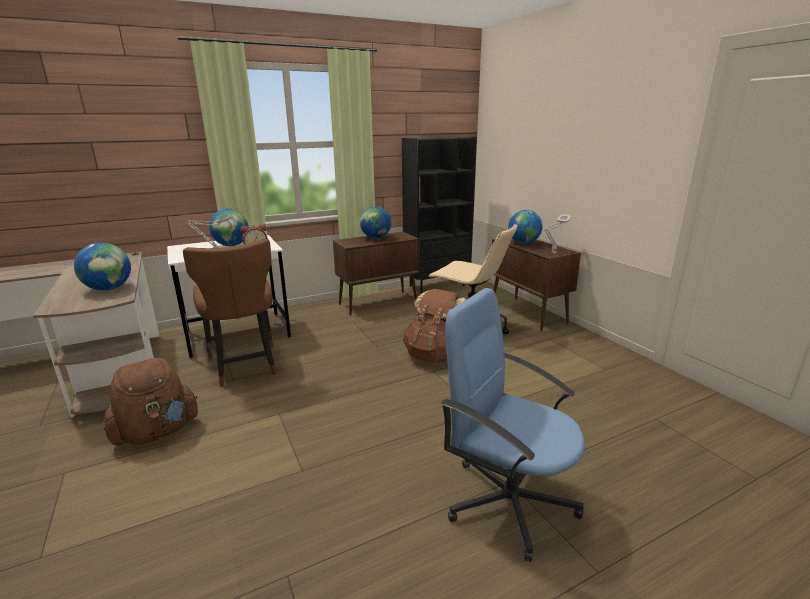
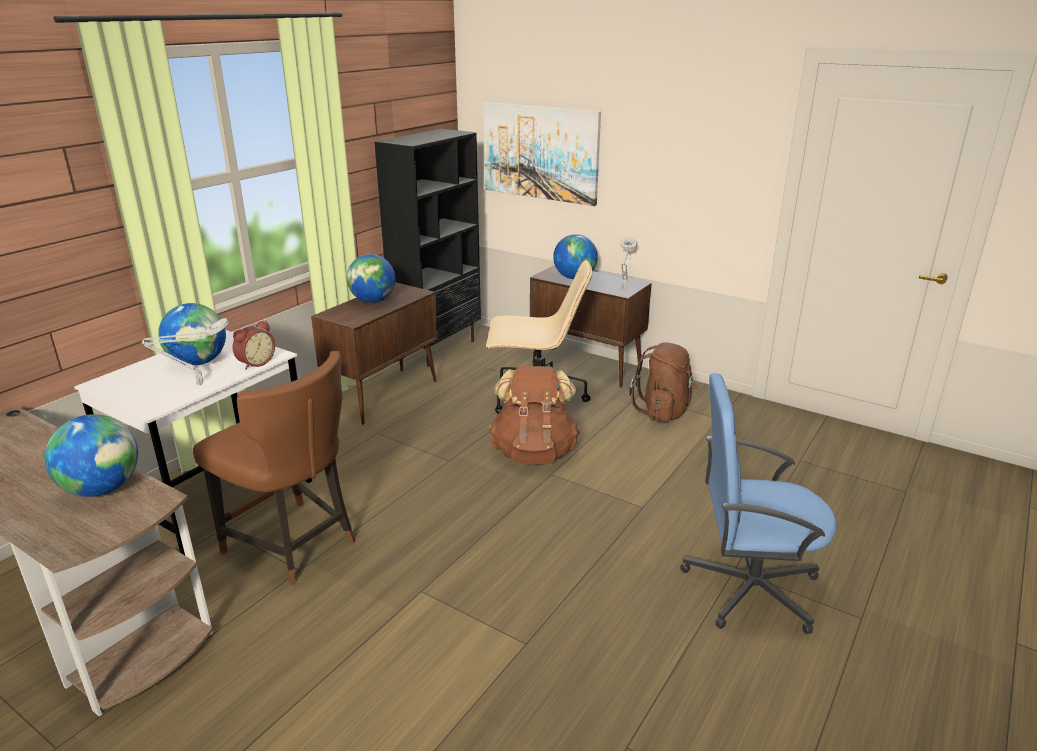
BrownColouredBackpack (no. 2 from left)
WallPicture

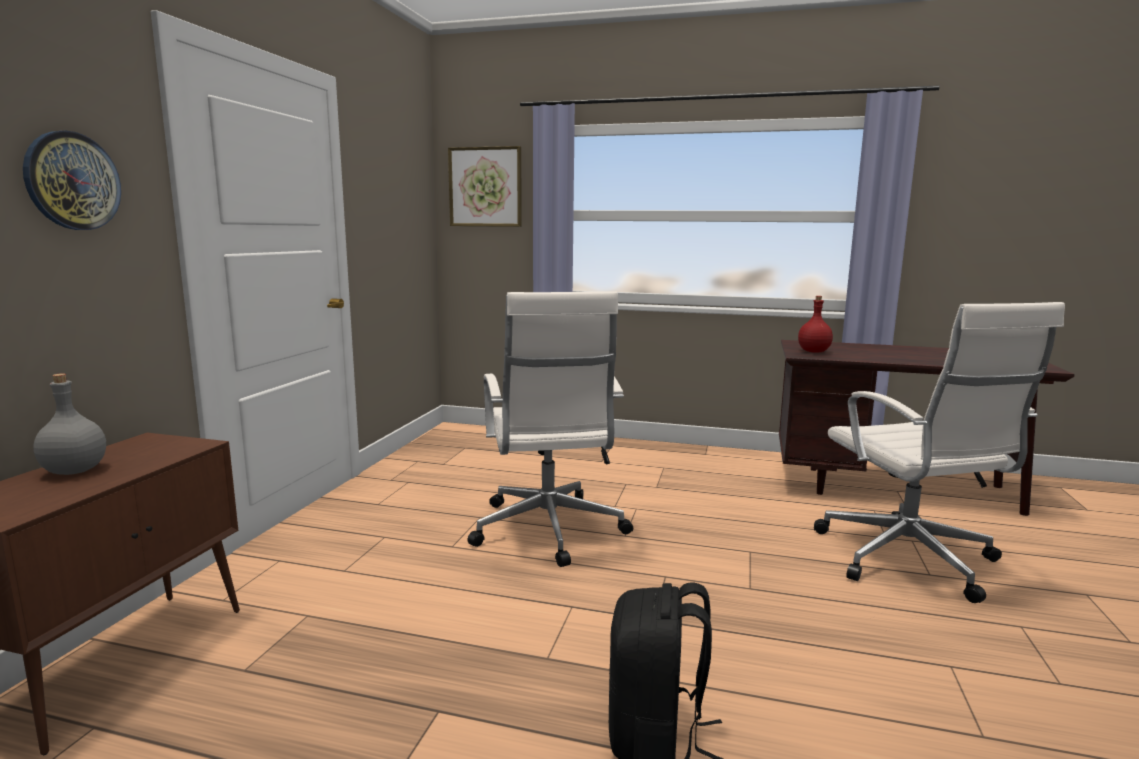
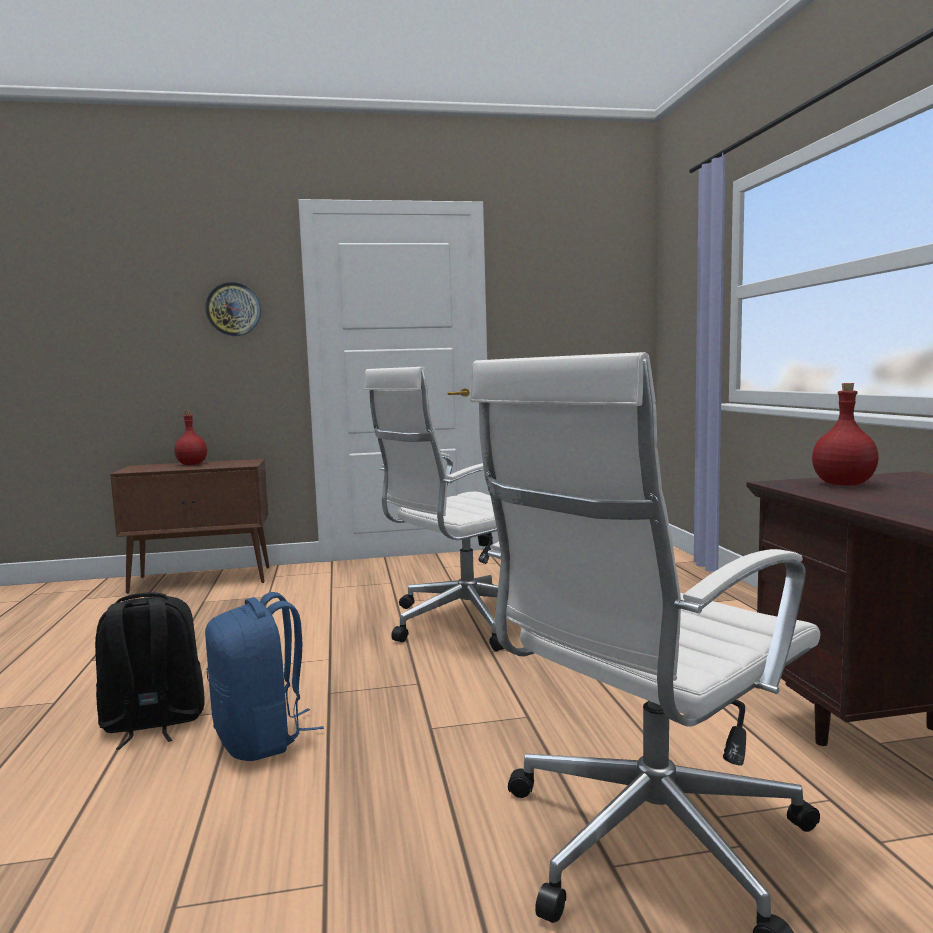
RedColouredBeverageBottle (no. 1 from left)
WallPicture
BlueColouredBackpack

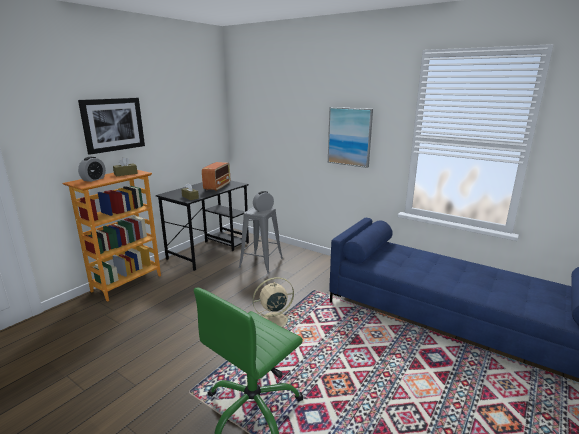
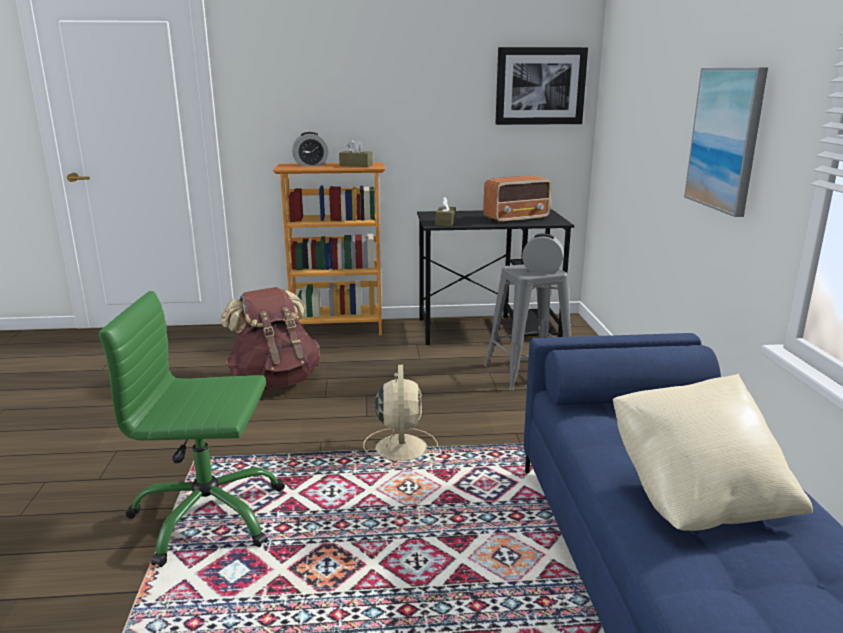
WallPicture (no. 1 from left)
BeigeColouredFan
BrownColouredBackpack
BeigeColouredThrowPillow

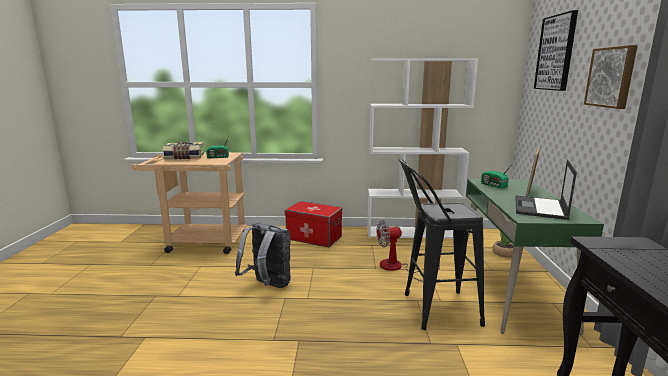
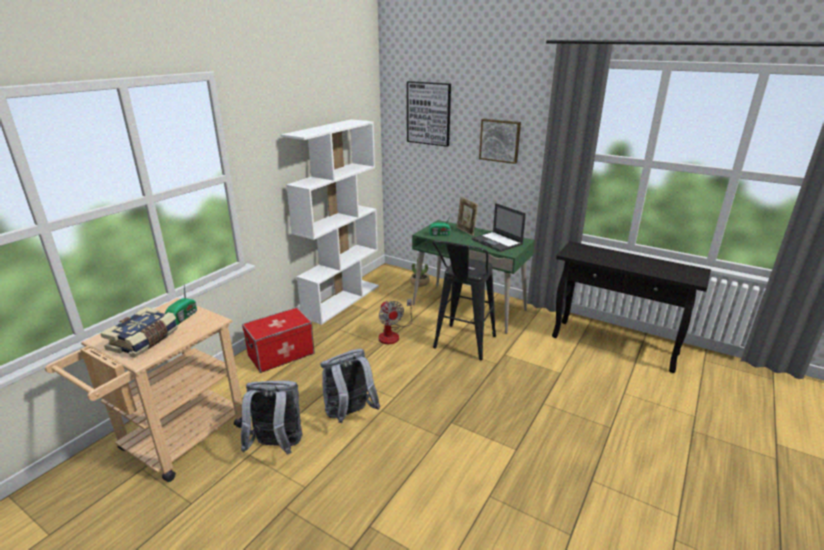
Fan
GreyishBackpack (no. 1 from left)

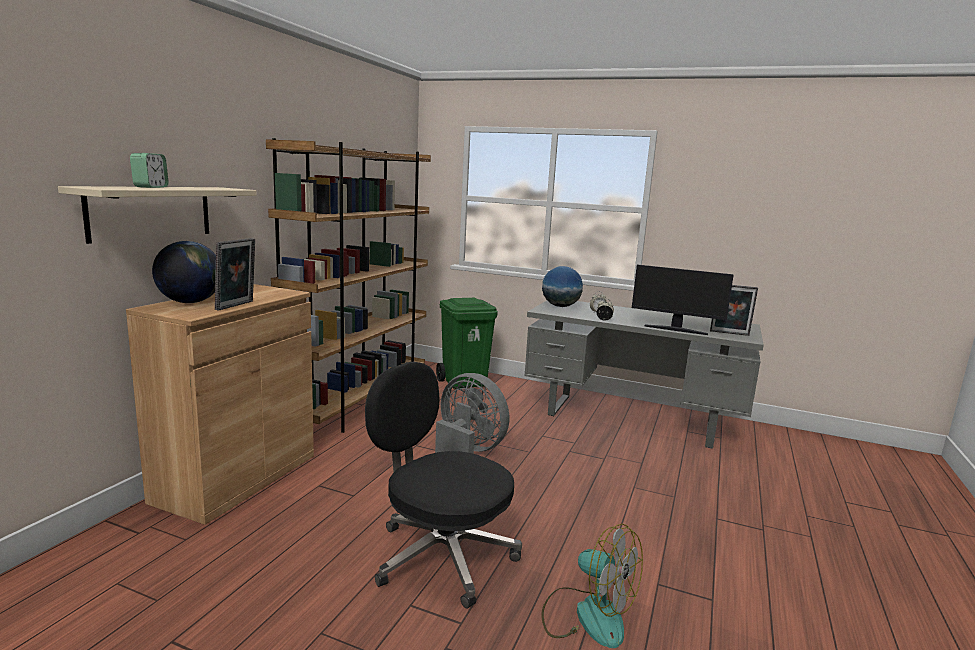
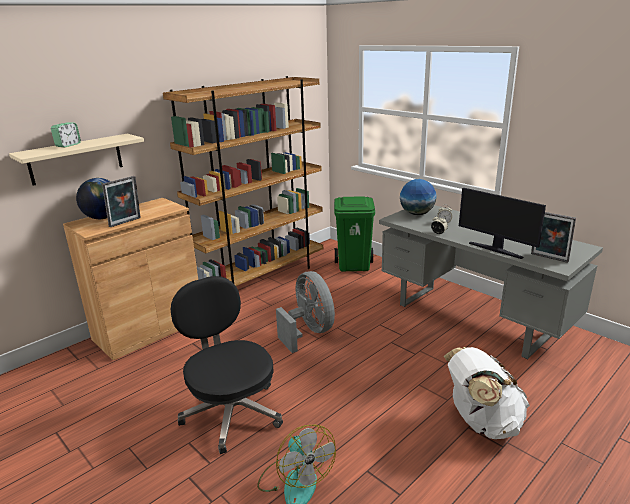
WhiteBackpack

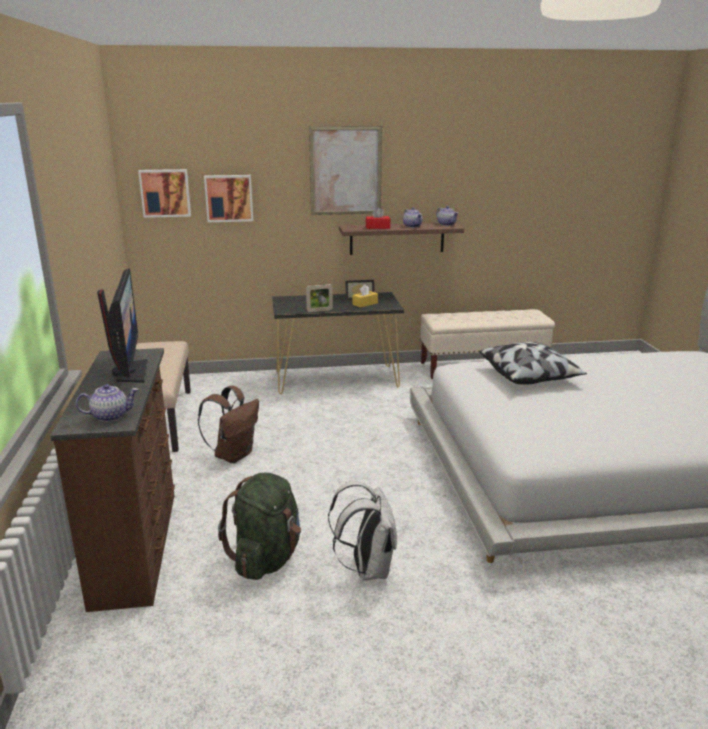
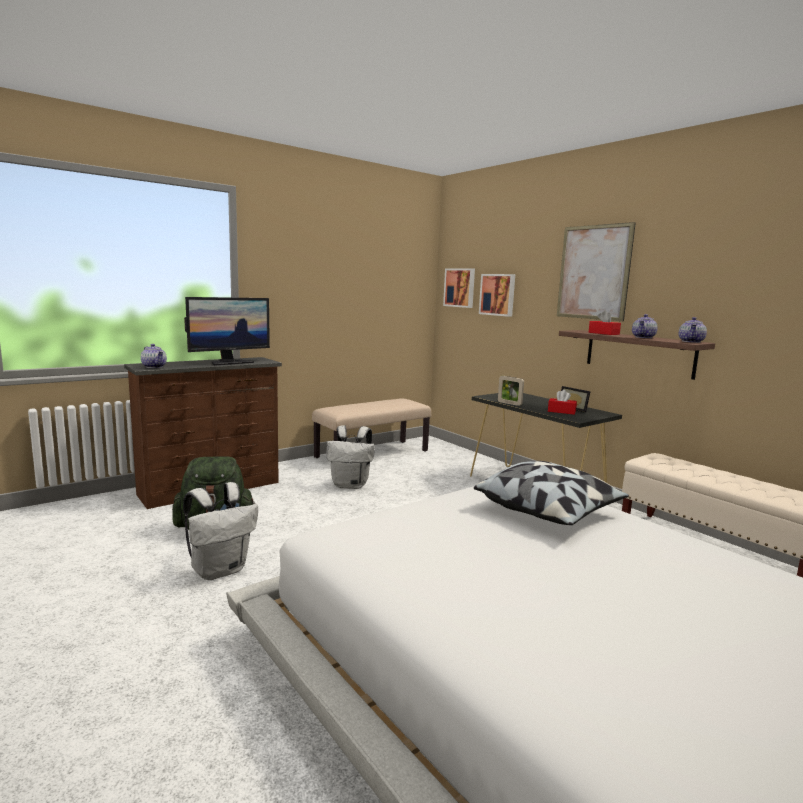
WhiteBackpack (no. 2 from left)
RedColouredTissueHolder (no. 1 from left)

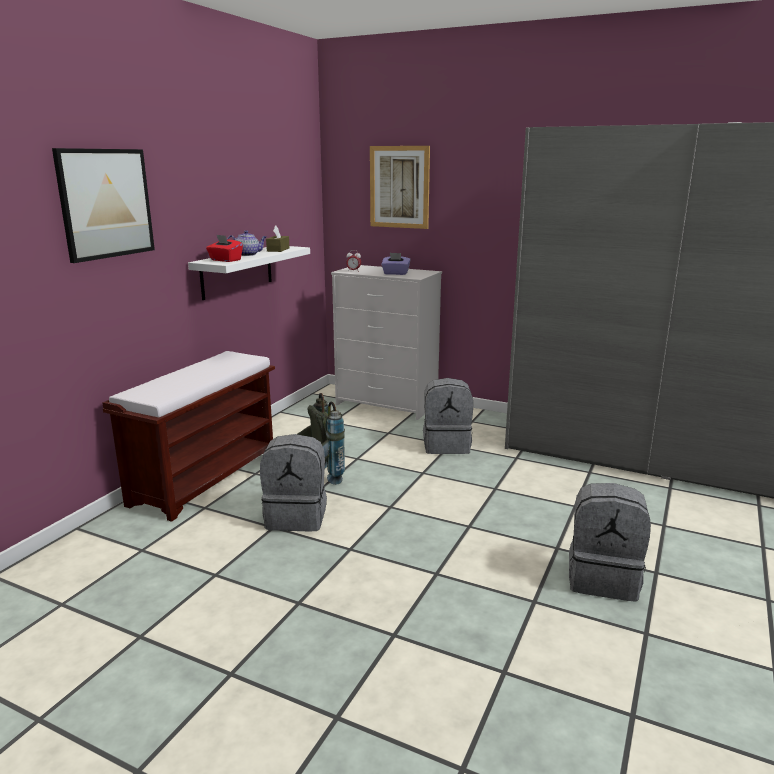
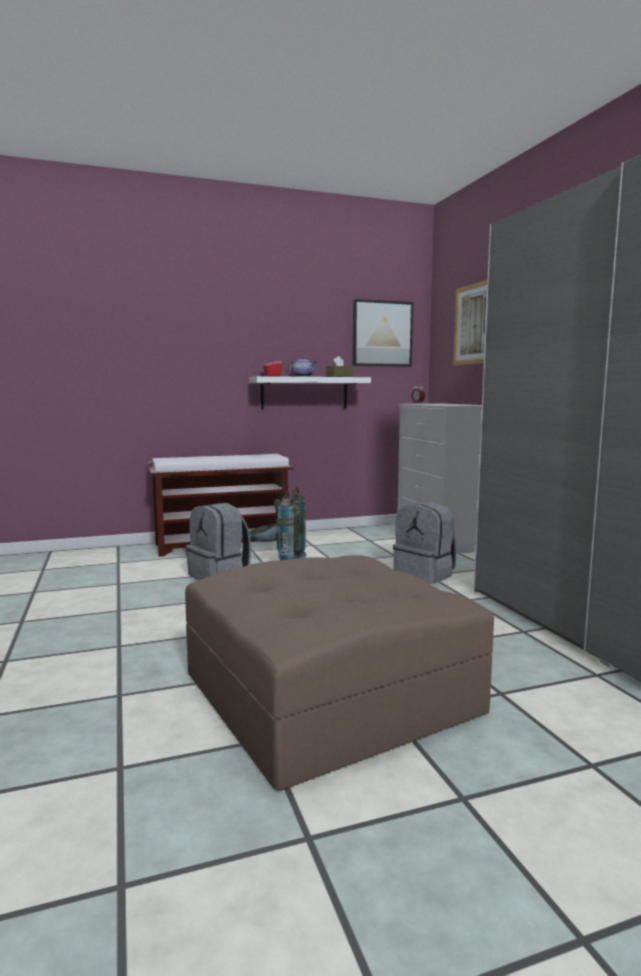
WallPicture (no. 1 from left)
PurpleTissueHolder
BrownColouredPouffe

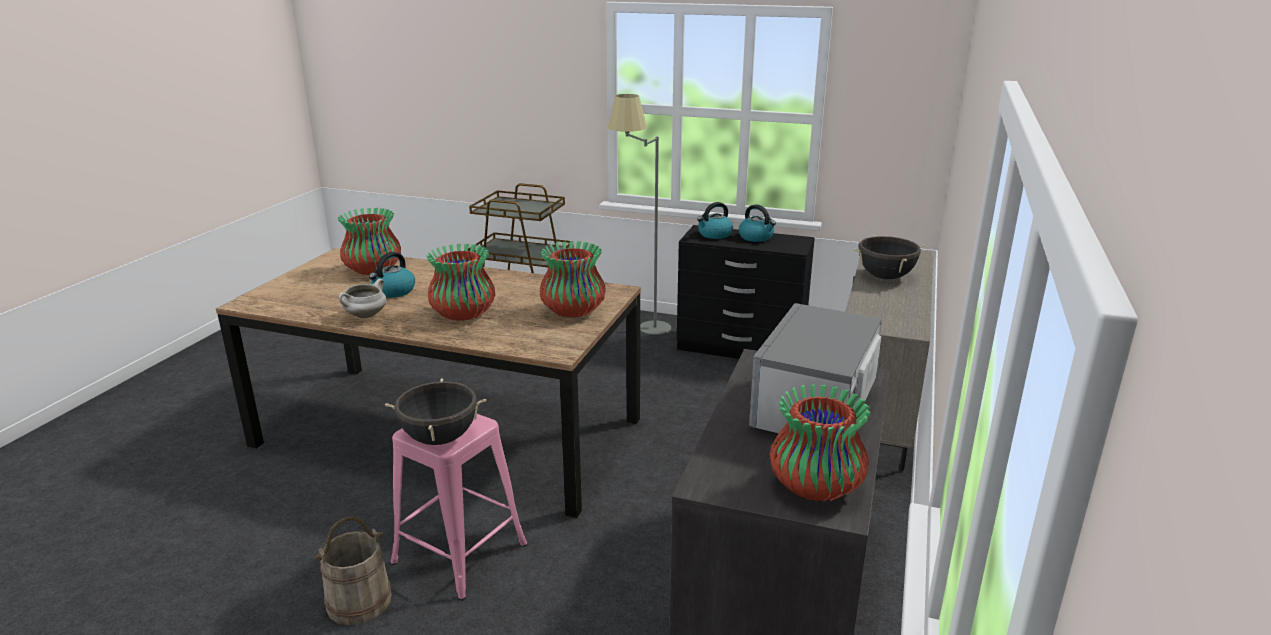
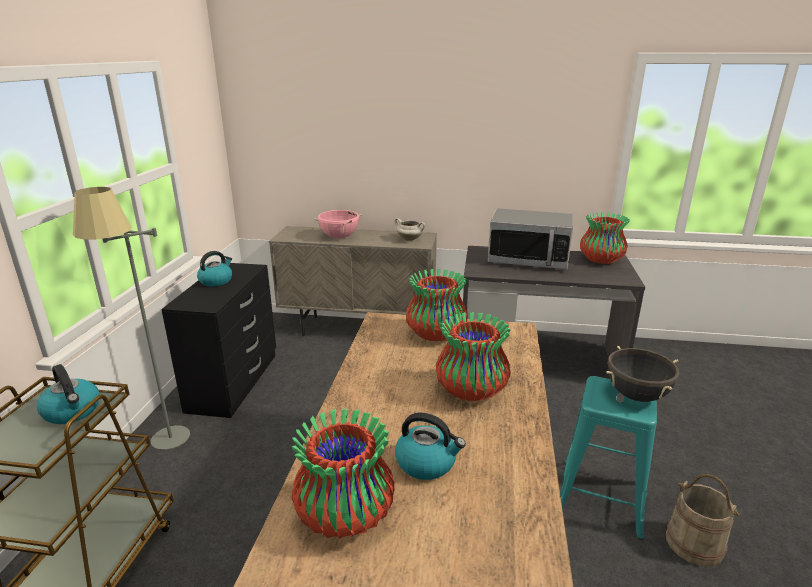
WhiteCookingPot
BlueGreenStoolSeat
TeaKettle (no. 1 from left)
PinkColouredCookingPot

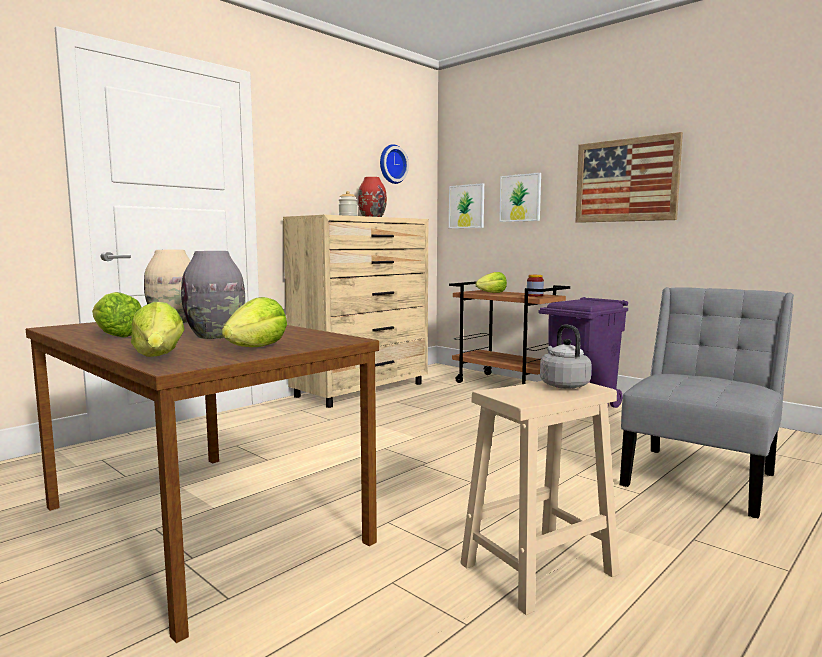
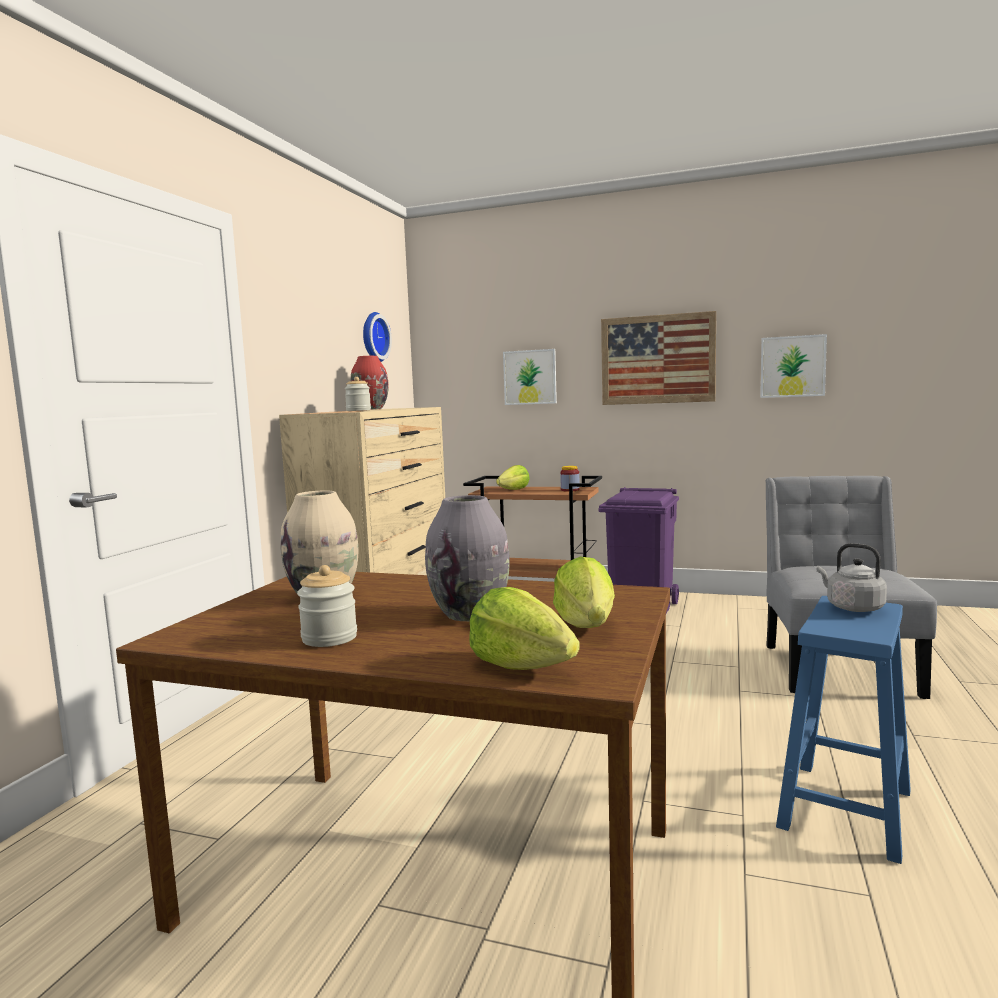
PreserveJar (no. 1 from left)
WallPicture (no. 3 from left)
BlueColouredStoolSeat

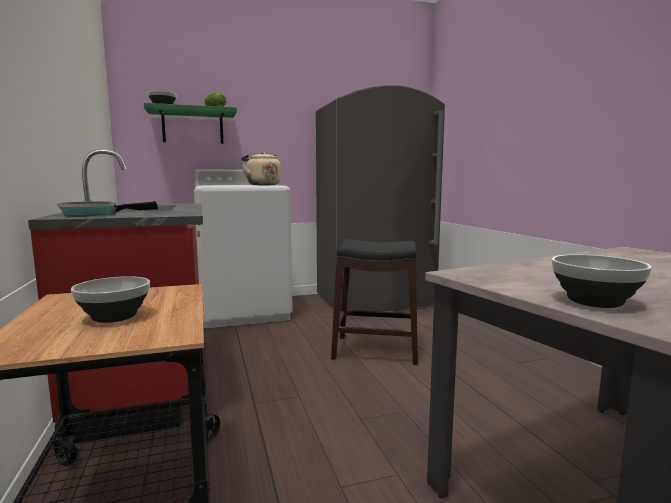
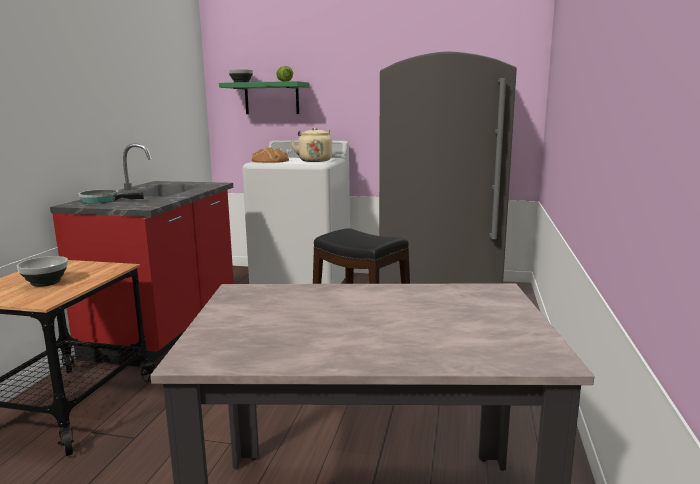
Bowl (no. 3 from left in the first image)
BakedBread

